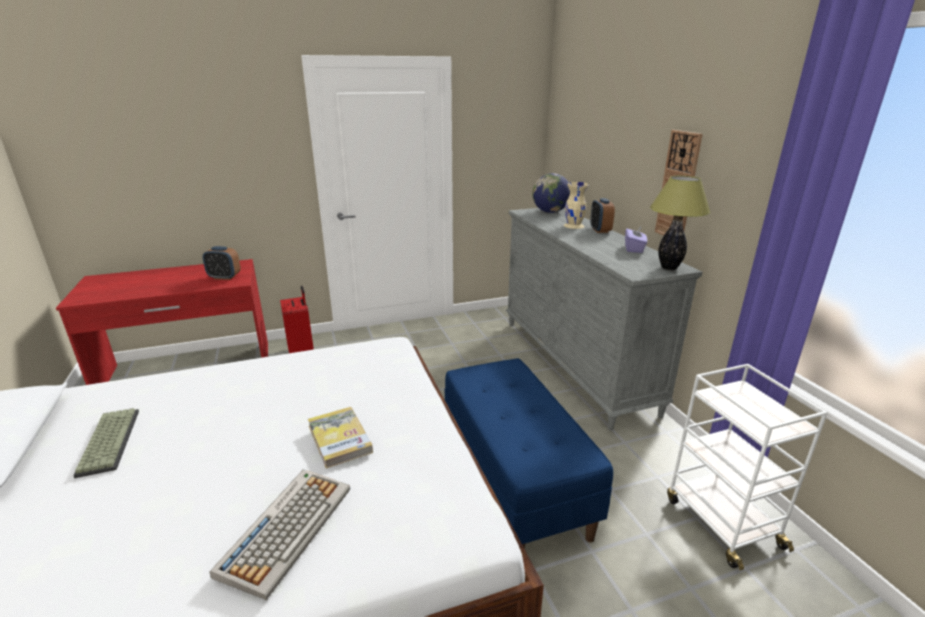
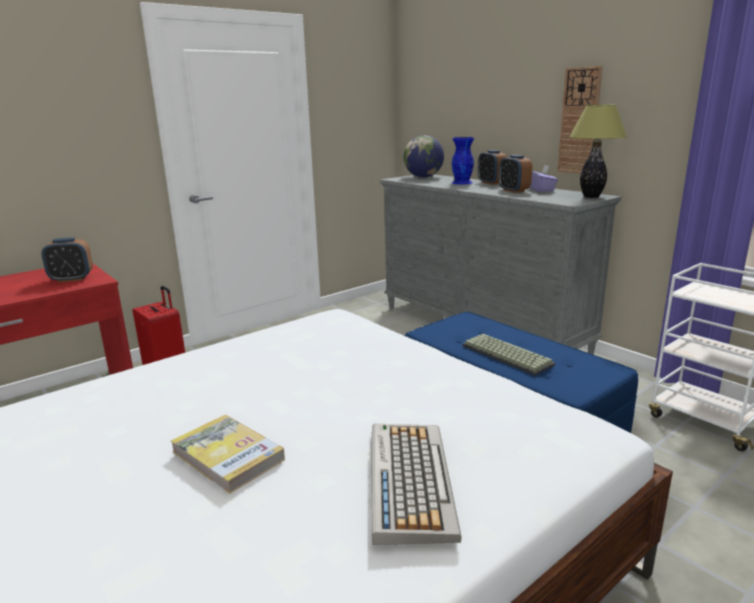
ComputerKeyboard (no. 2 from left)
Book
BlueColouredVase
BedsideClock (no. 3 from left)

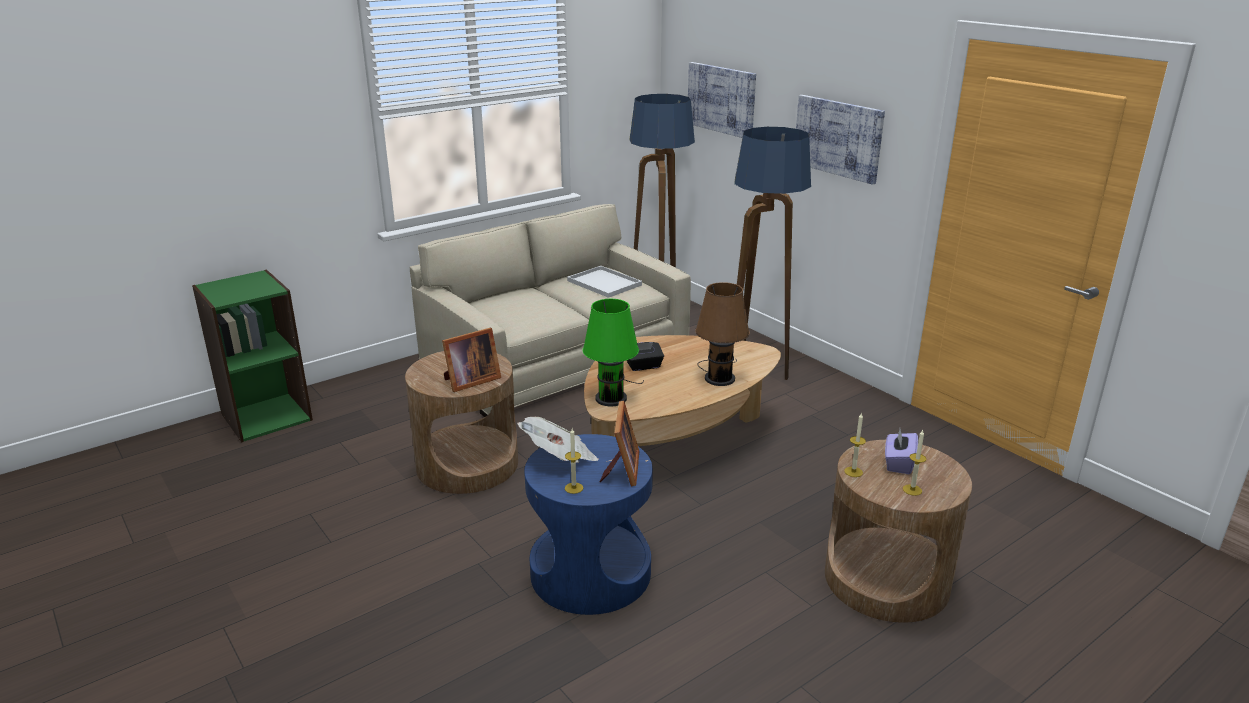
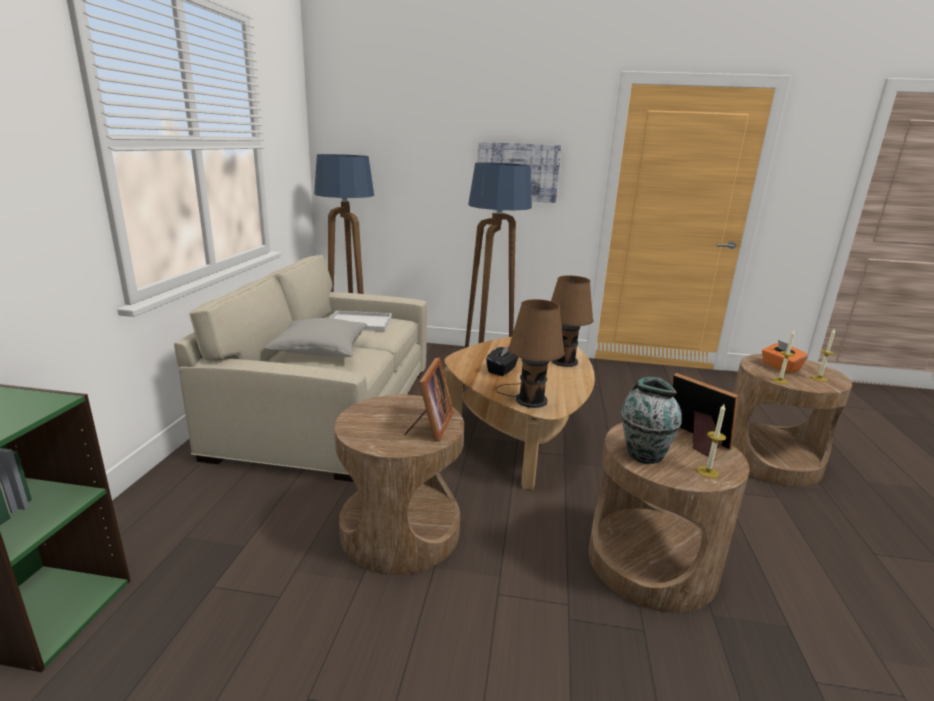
Vase
BrownColouredAccentTable (no. 2 from left)
BrownColouredTableLamp (no. 1 from left)
WallPicture (no. 1 from left in the first image)
OrangeColouredTissueHolder
GreyishThrowPillow

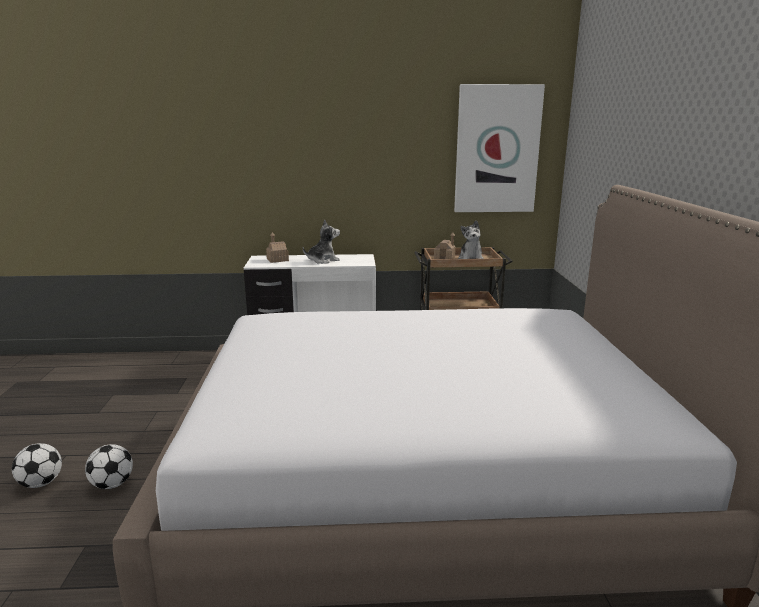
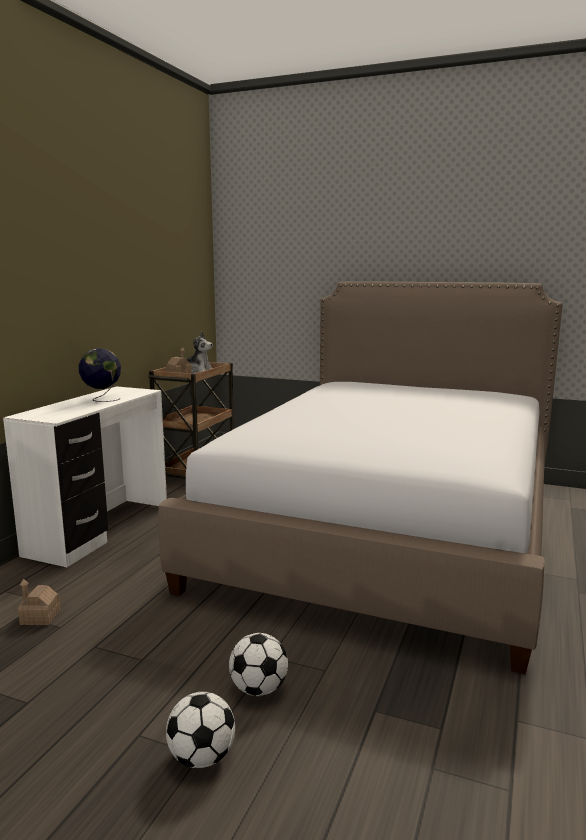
ToyHouse (no. 1 from left)
Globe
WallPicture

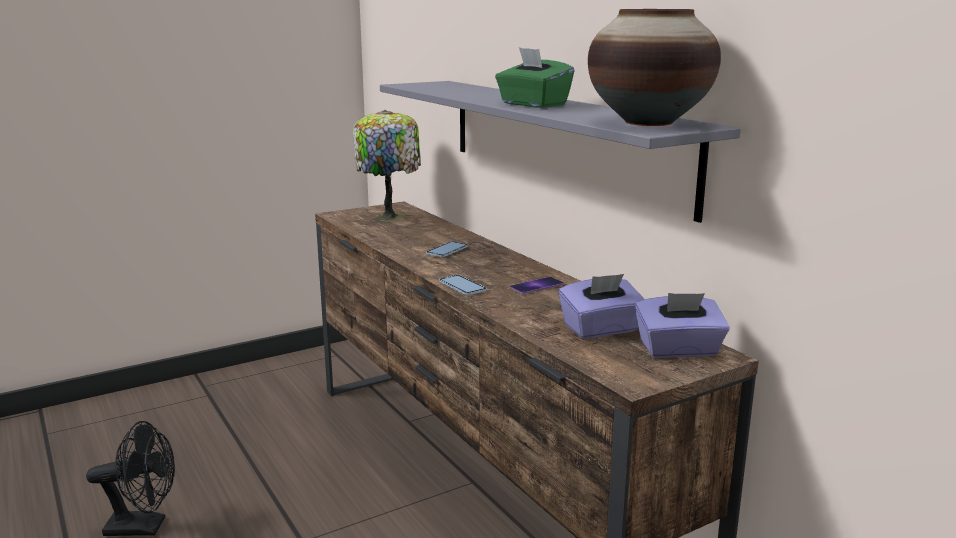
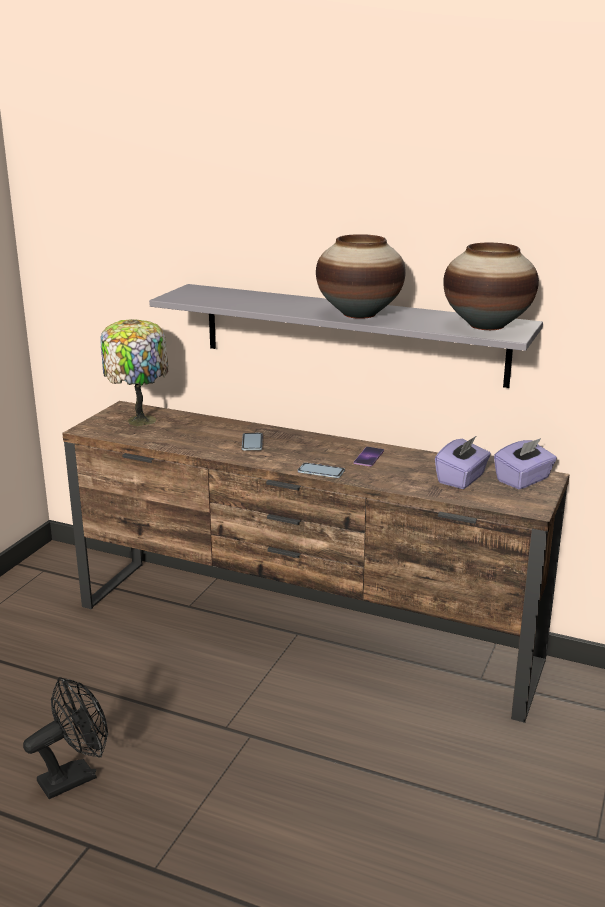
Vase (no. 1 from left)

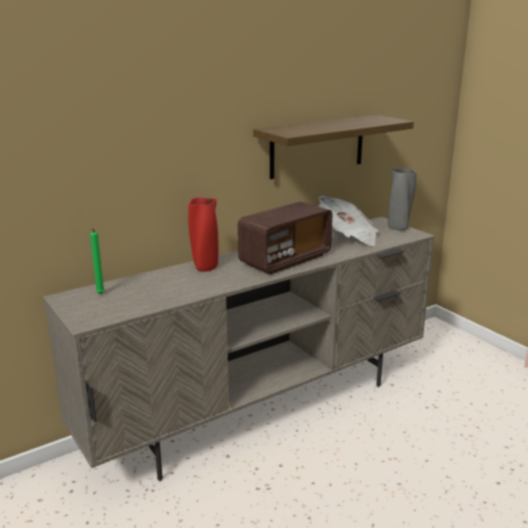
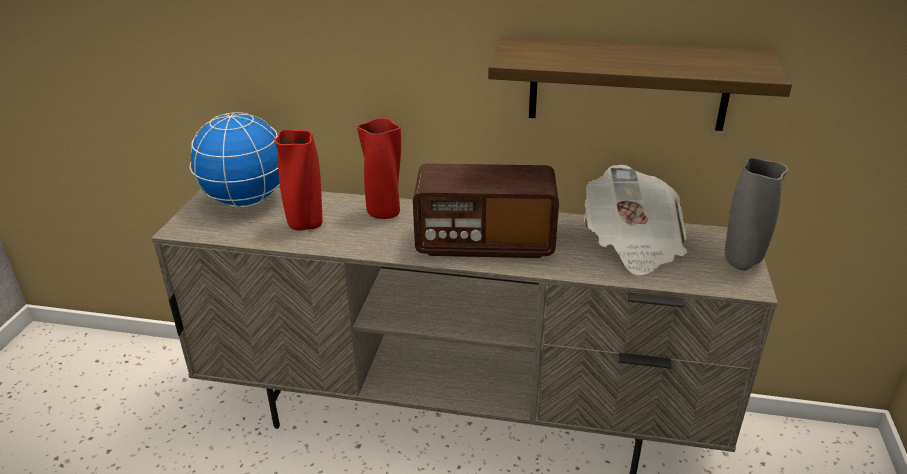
Globe
RedColouredVase (no. 1 from left)

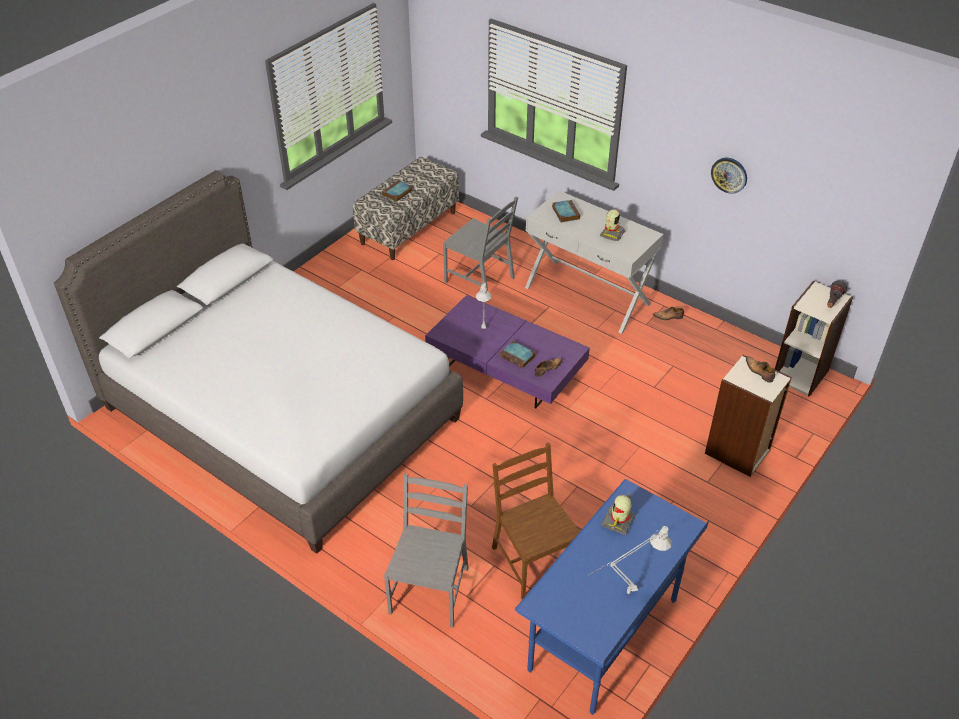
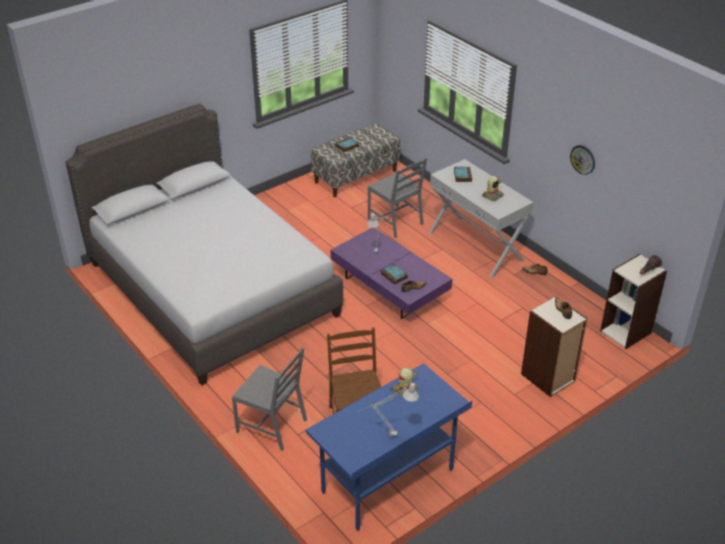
GreyishUprightChair (no. 1 from left)

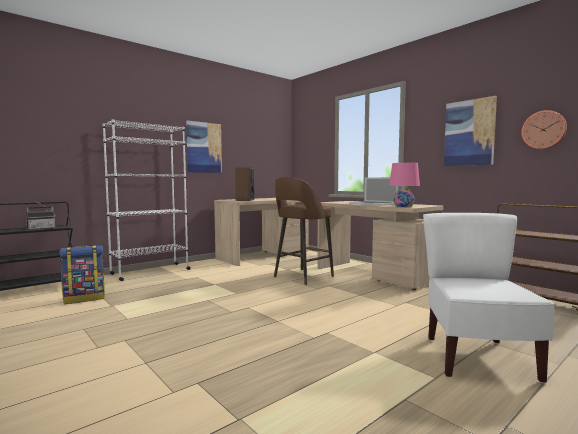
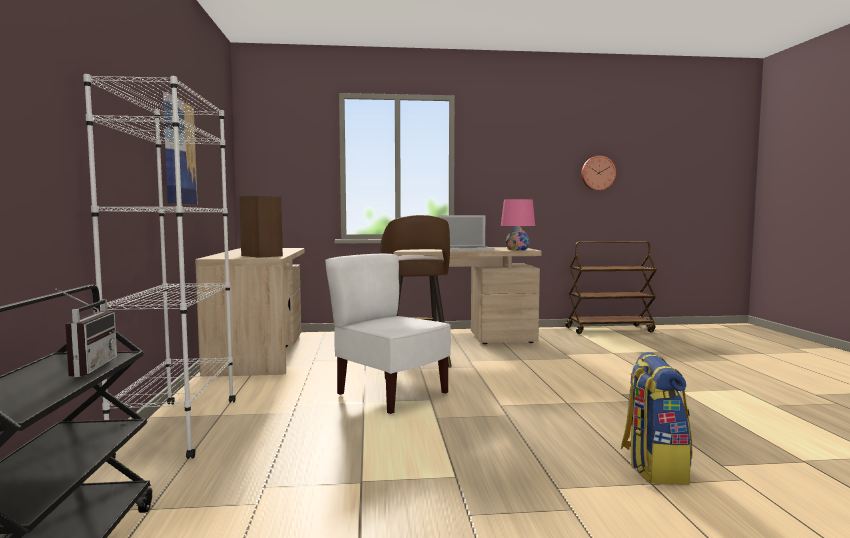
Backpack
WhiteUprightChair
WallPicture (no. 2 from left in the first image)

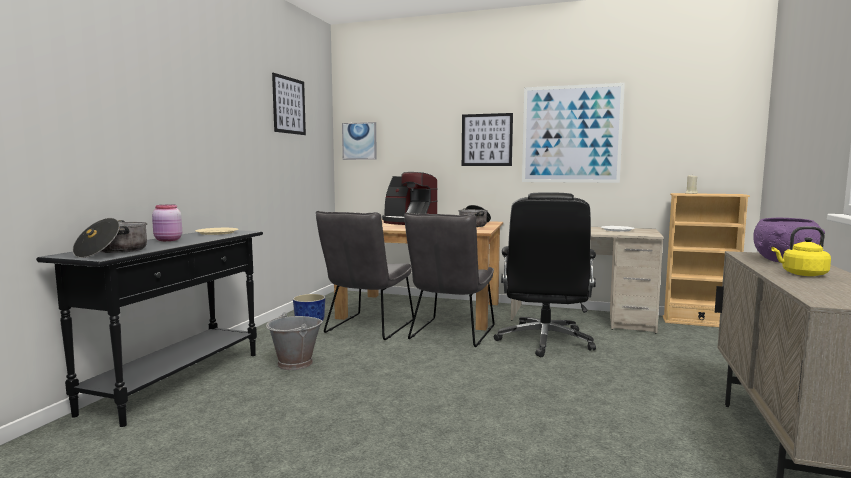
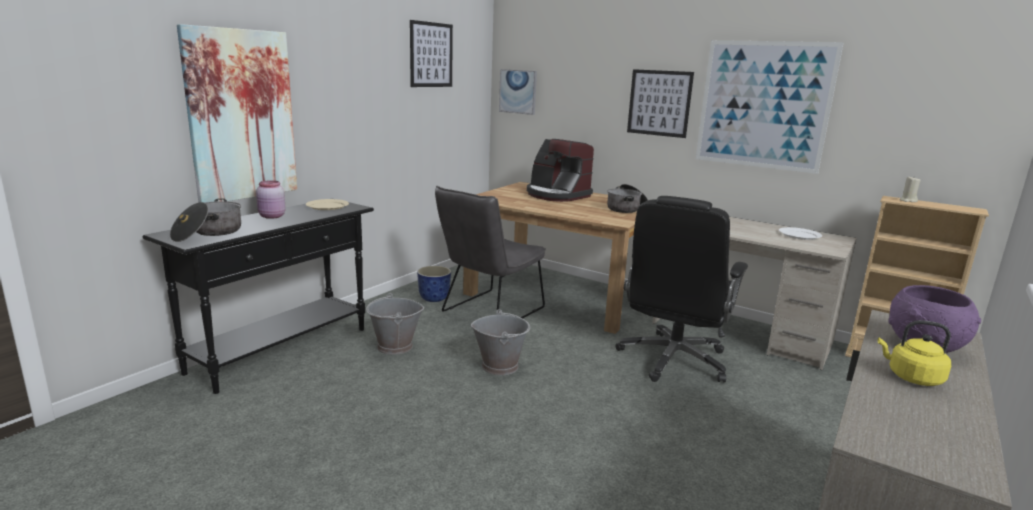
GreyishUprightChair (no. 2 from left in the first image)
WallPicture (no. 1 from left)
GreyishPail (no. 2 from left)

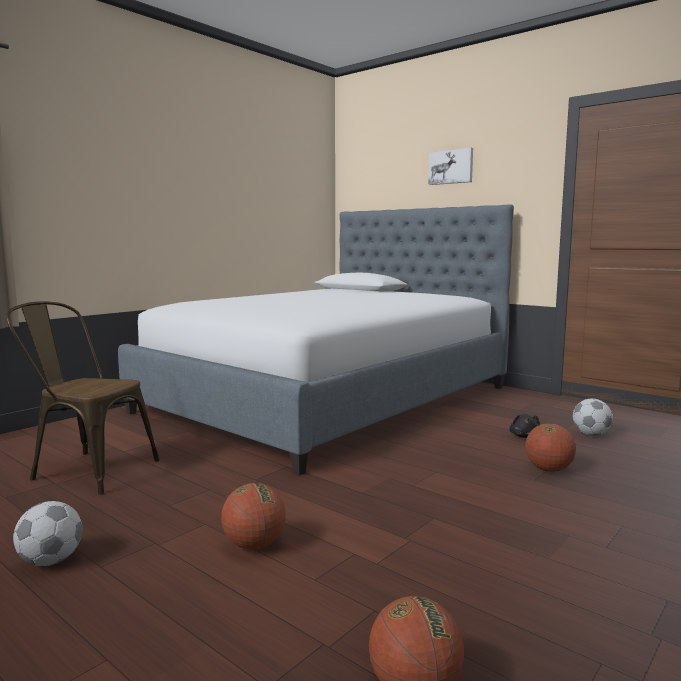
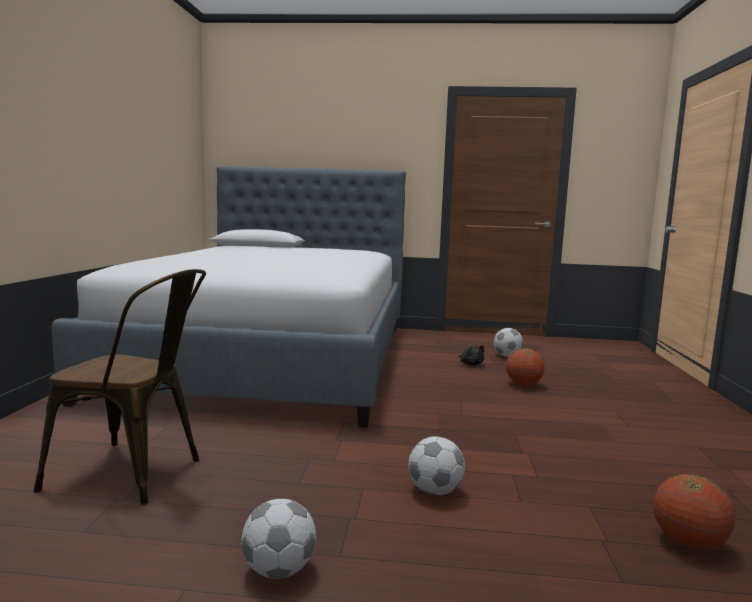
BrownColouredUprightChair
FootballBall (no. 2 from left)
WallPicture

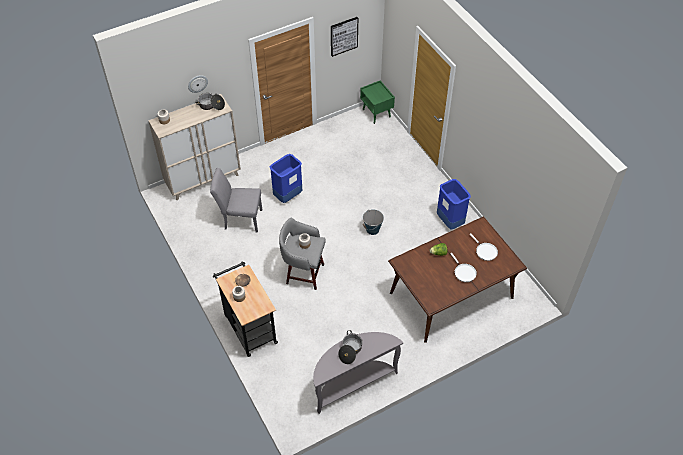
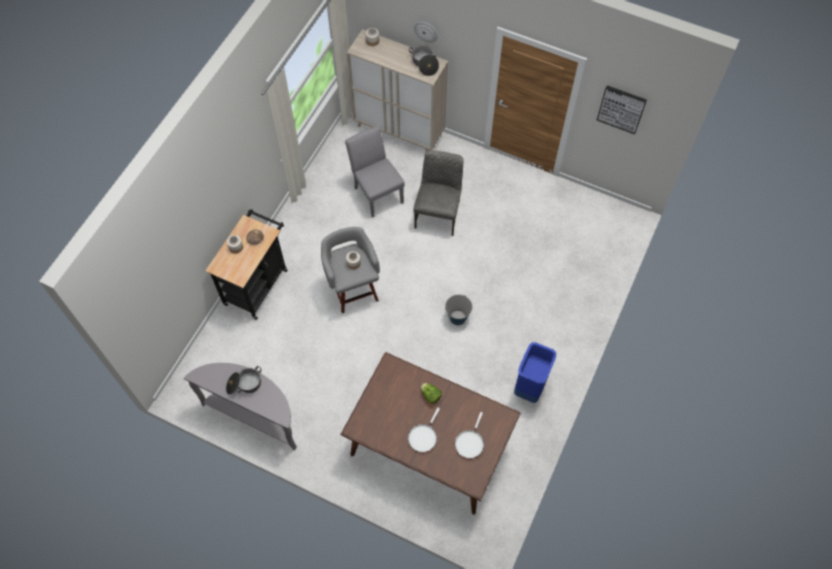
GreyishUprightChair (no. 2 from left)
GreenNightstand

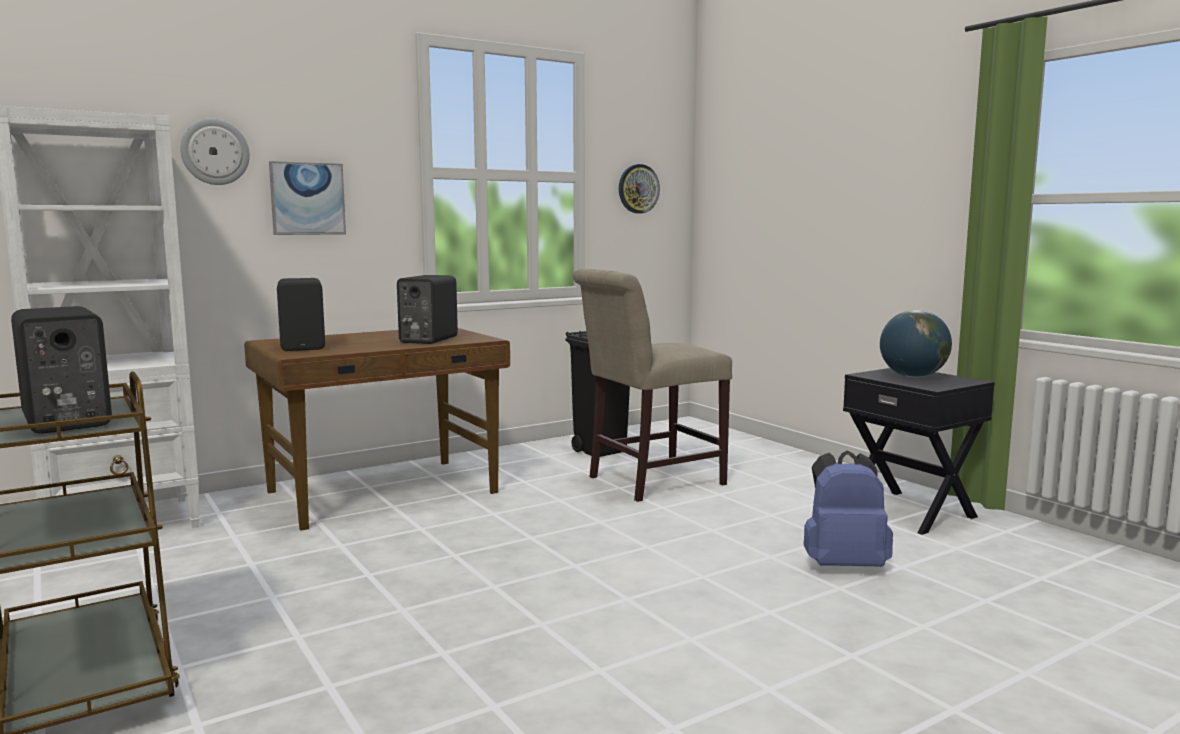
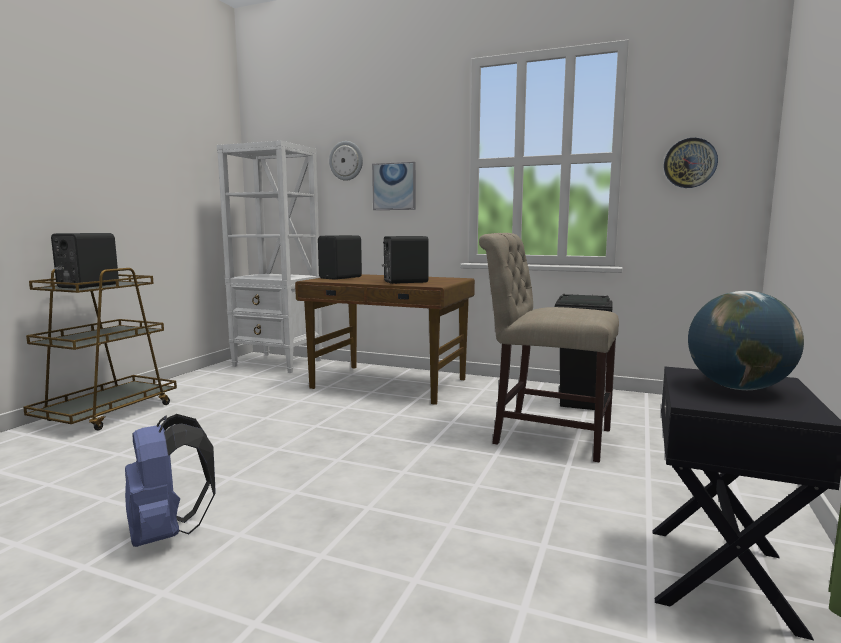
BlueColouredBackpack

